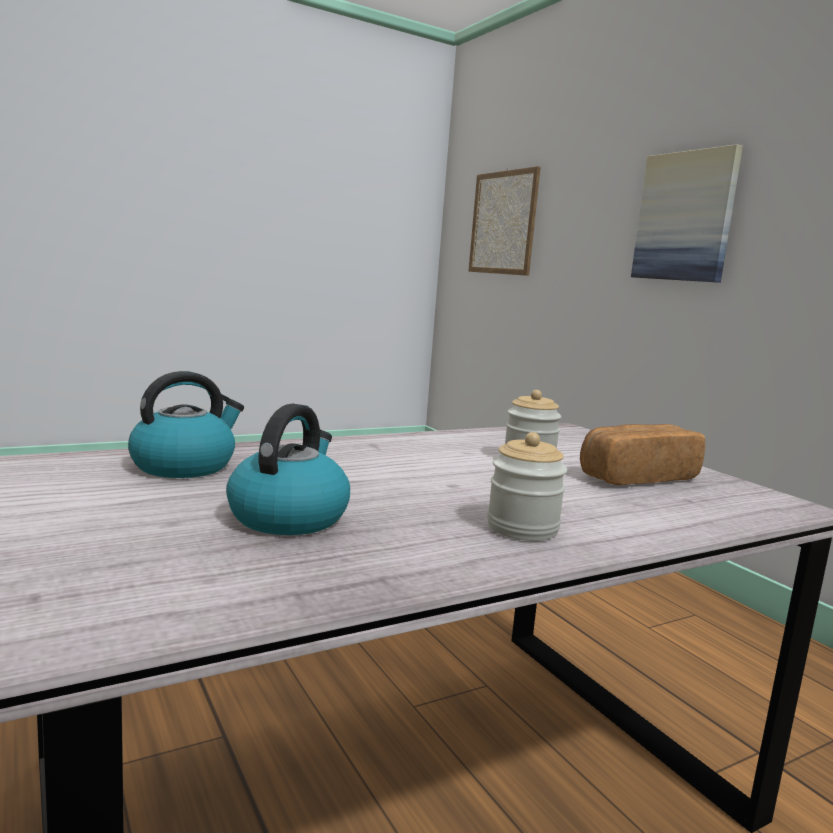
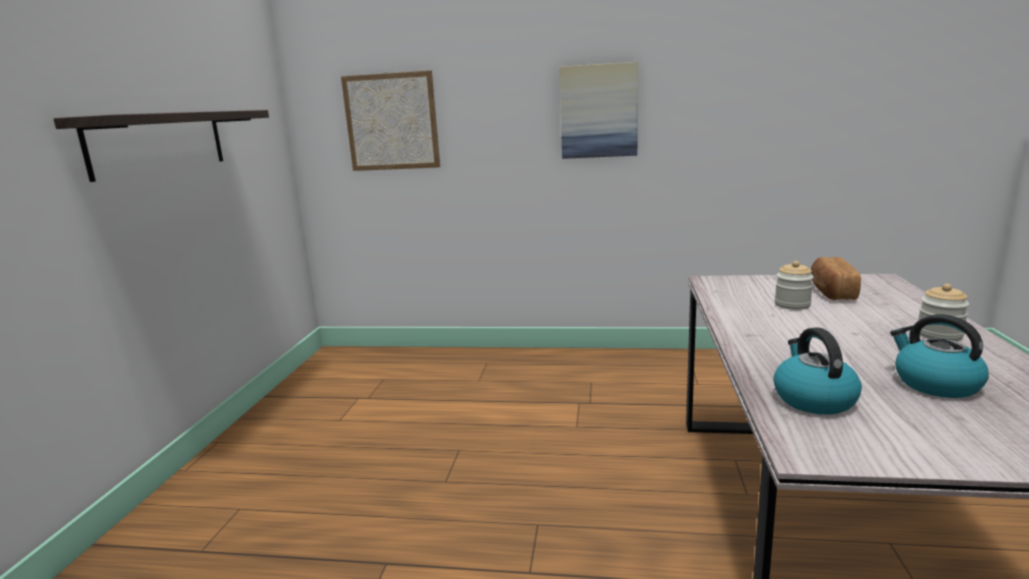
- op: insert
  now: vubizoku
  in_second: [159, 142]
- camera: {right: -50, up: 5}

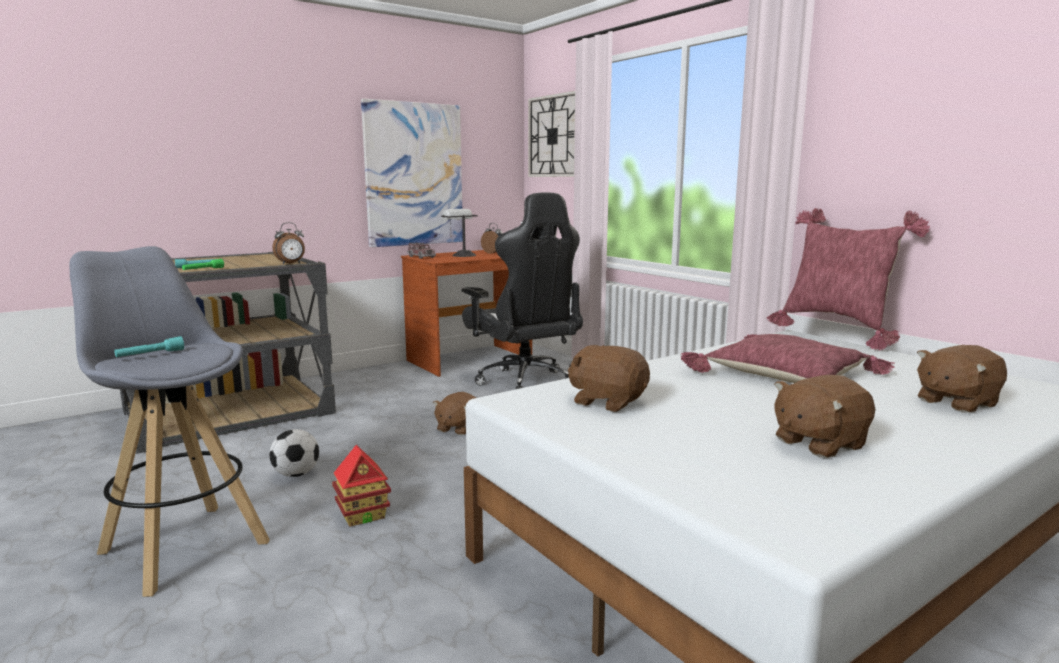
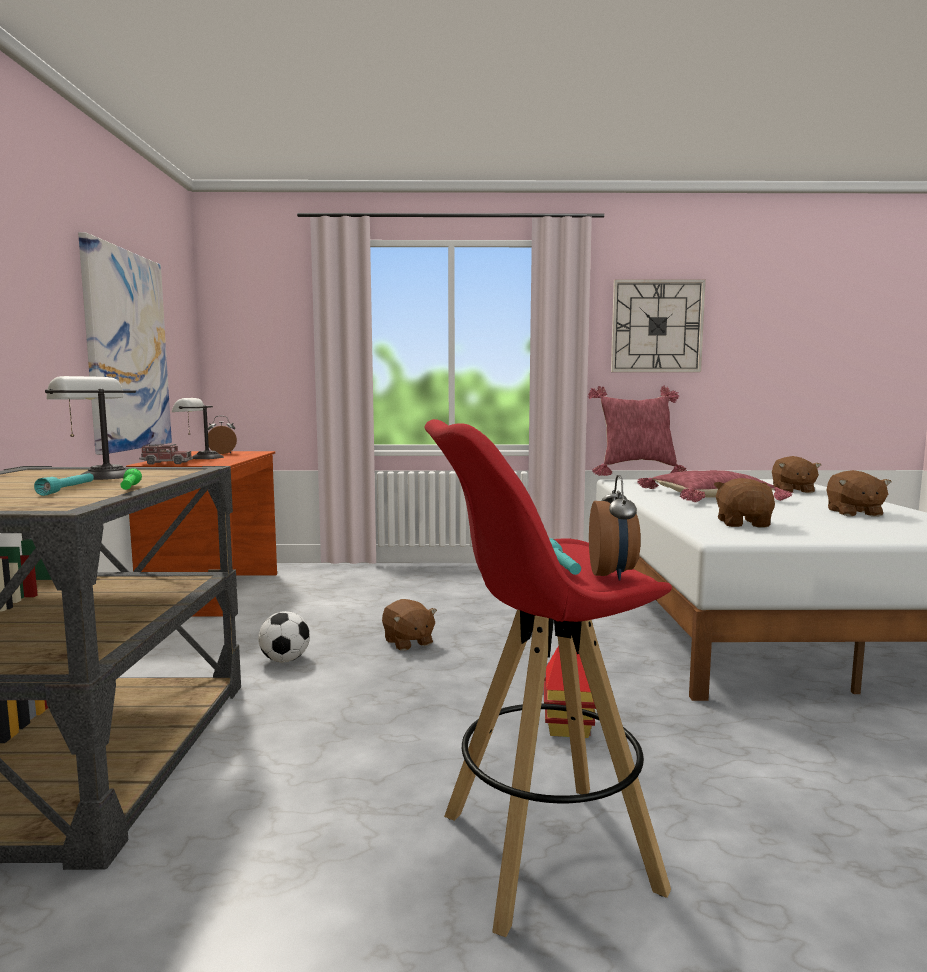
- op: insert
  now: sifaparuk
  in_second: [99, 475]
- op: move
  was: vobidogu
  in_first: [296, 474]
  in_second: [285, 660]
- op: recolor
  was: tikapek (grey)
  now: tikapek (red)
  in_first: [184, 545]
  in_second: [541, 851]
- op: move
  was: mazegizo
  in_first: [291, 263]
  in_second: [613, 575]
- op: move
  was: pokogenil
  in_first: [553, 136]
  in_second: [657, 326]
- op: rotate
  was: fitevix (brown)
  in_first: [607, 401]
  in_second: [743, 524]
  clockwise: 120
- op: delete
  was: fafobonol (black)
  in_first: [521, 380]
- camera: {right: -55, up: -5}

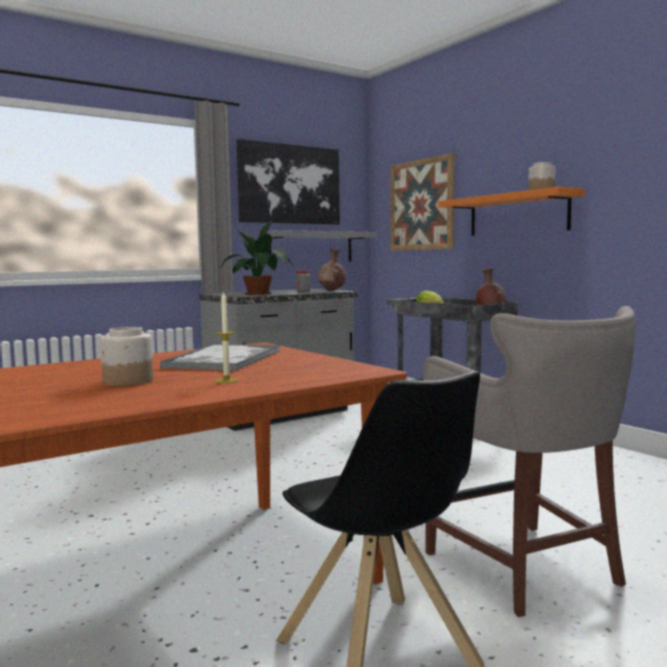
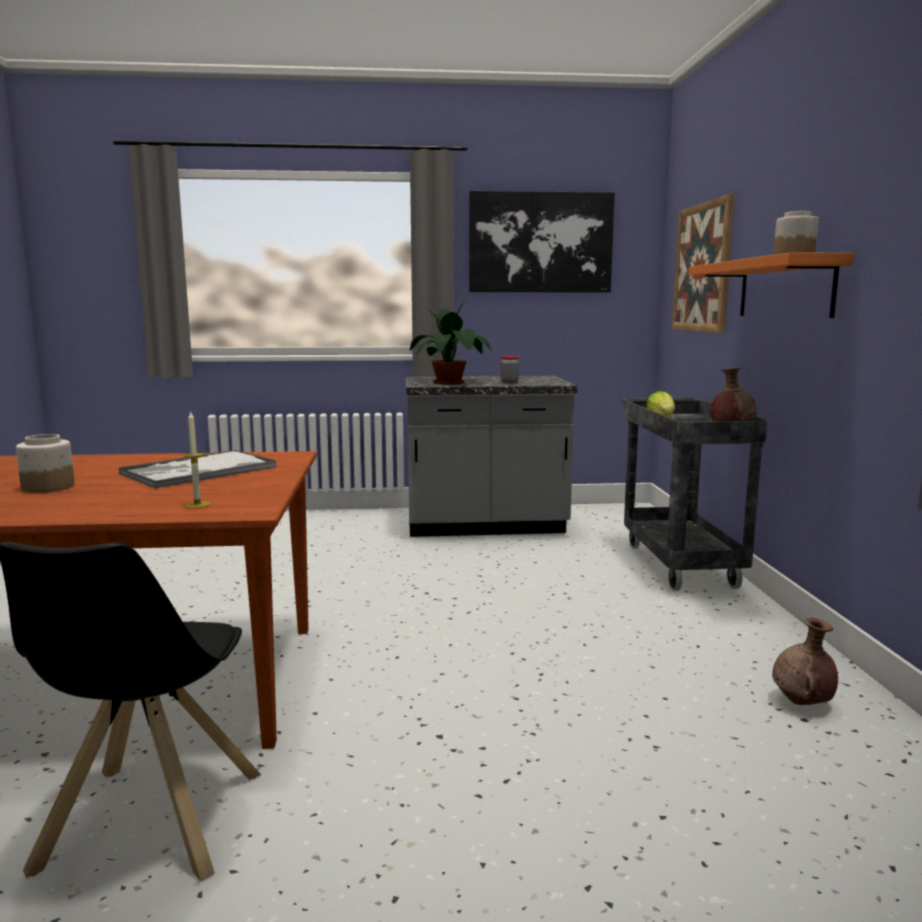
- op: move
  was: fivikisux
  in_first: [226, 380]
  in_second: [197, 504]
- op: move
  was: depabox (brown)
  in_first: [332, 291]
  in_second: [802, 703]
- op: delete
  was: vubizoku (grey)
  in_first: [311, 247]
- op: delete
  was: tikapek (grey)
  in_first: [527, 569]
- camera: {right: 30, up: 5}

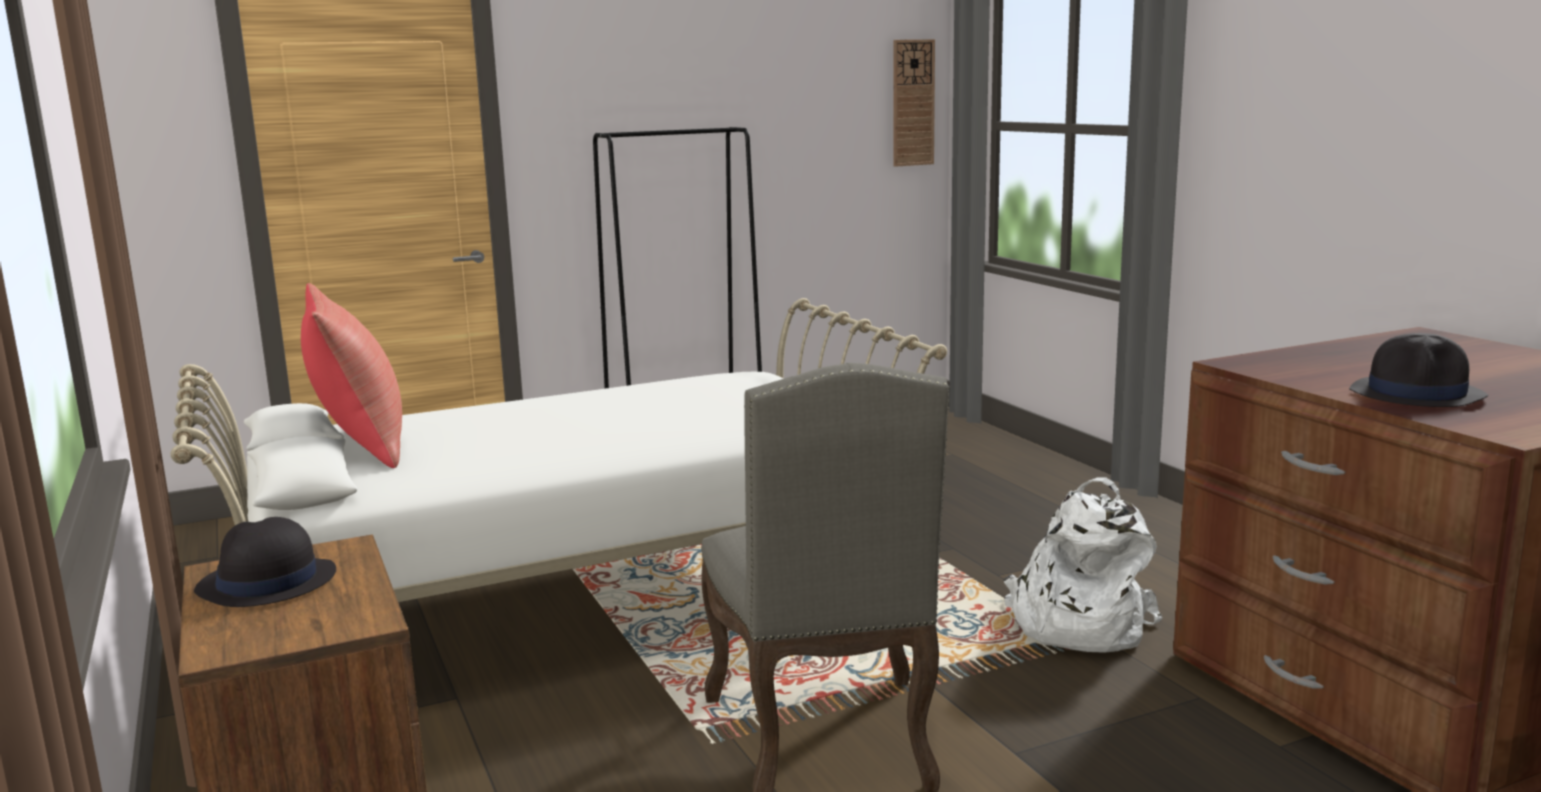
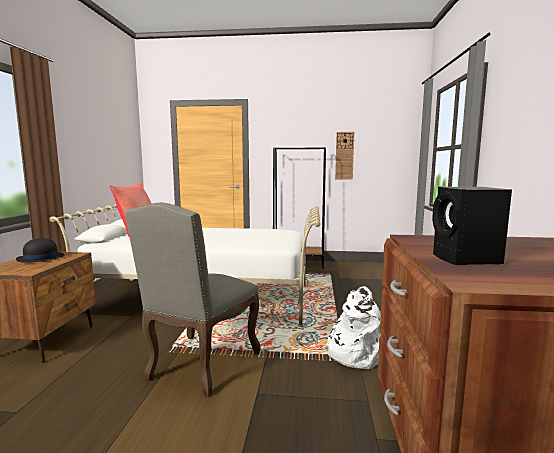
- op: move
  was: pokogenil
  in_first: [913, 103]
  in_second: [344, 155]
- op: replace
  was: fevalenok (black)
  now: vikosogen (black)
  in_first: [1418, 394]
  in_second: [466, 259]
- camera: {right: 30, up: -5}

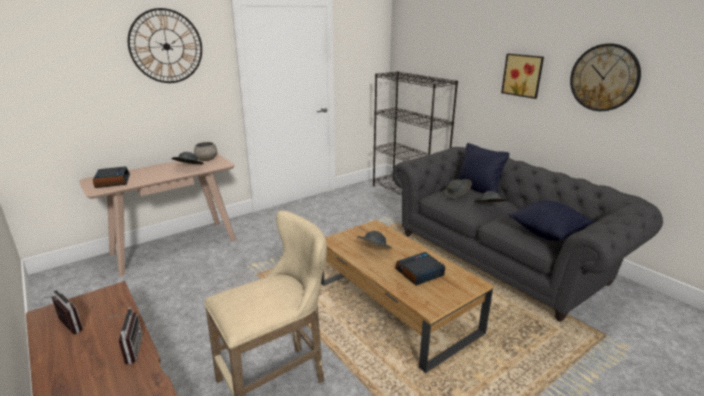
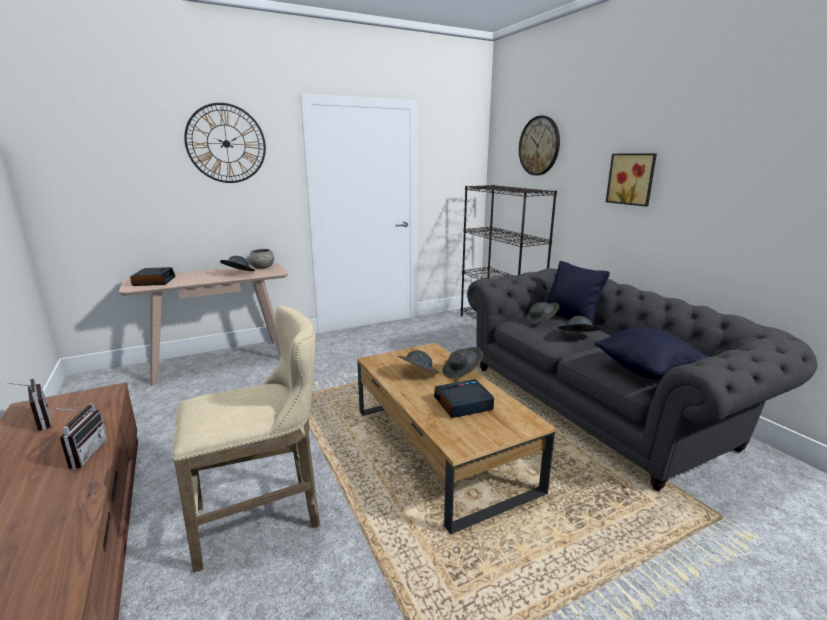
- op: insert
  now: fevalenok (grey)
  in_second: [462, 372]
- op: move
  was: pokogenil
  in_first: [604, 78]
  in_second: [539, 146]
- camera: {right: 10, up: -5}

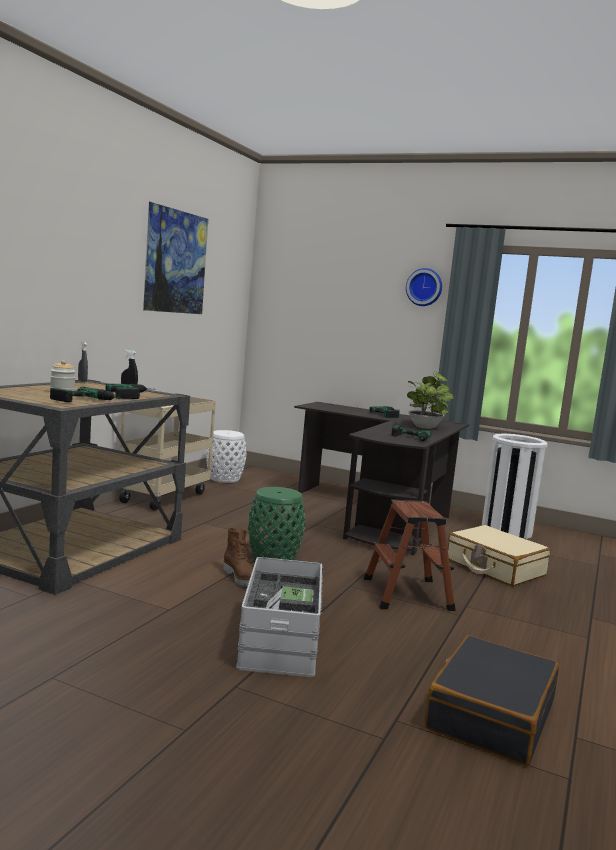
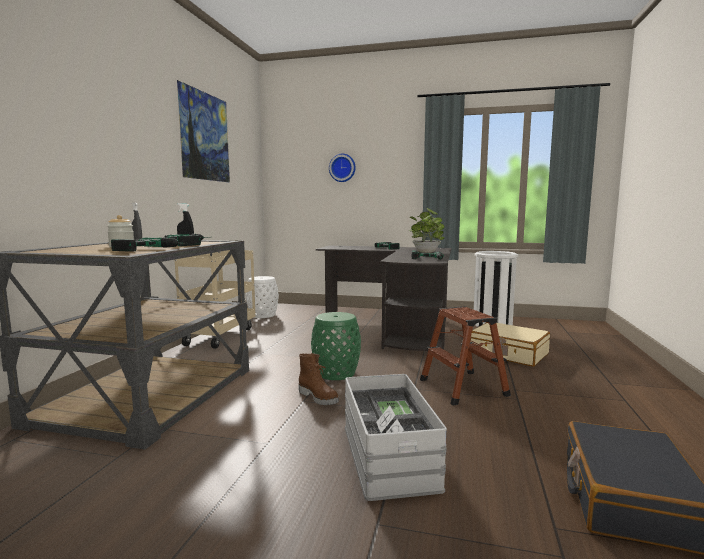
- op: move
  was: pokogenil
  in_first: [424, 287]
  in_second: [342, 168]
- camera: {right: -10, up: 0}

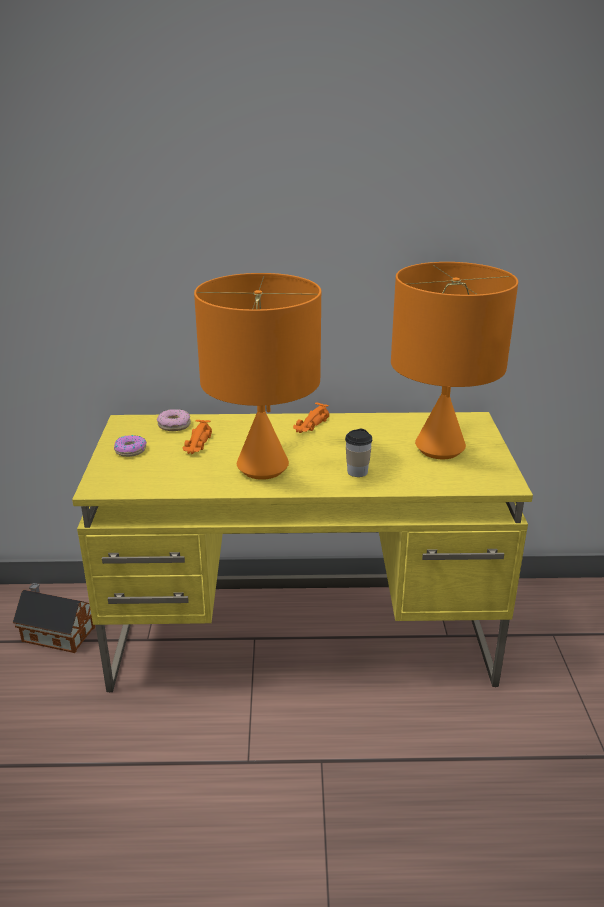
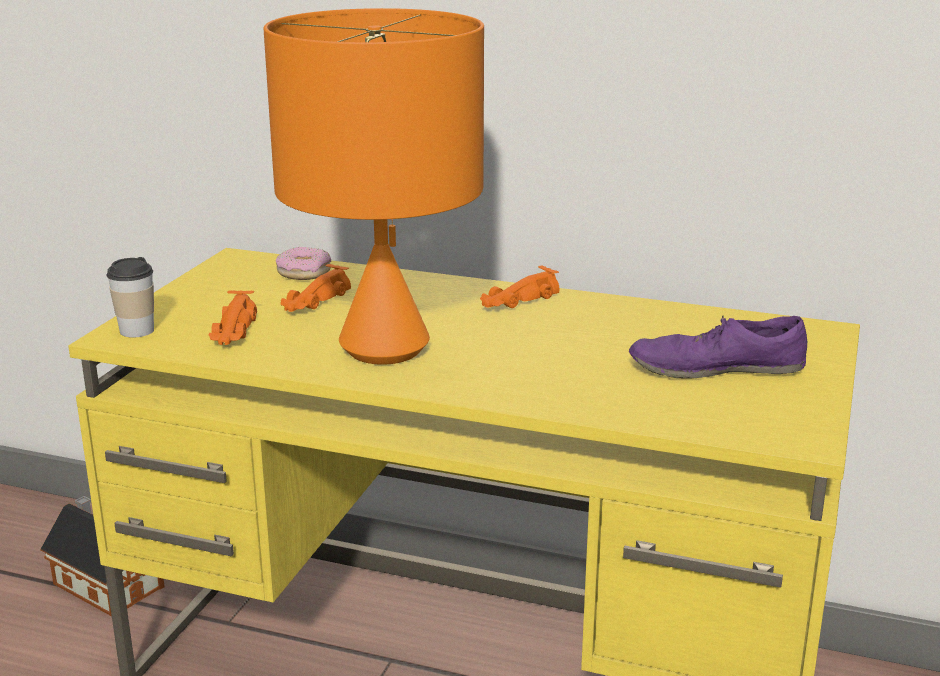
- op: move
  was: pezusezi
  in_first: [357, 472]
  in_second: [137, 330]
- op: insert
  now: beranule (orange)
  in_second: [234, 331]
- op: replace
  was: sifaparuk (orange)
  now: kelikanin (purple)
  in_first: [439, 450]
  in_second: [715, 368]
- op: delete
  was: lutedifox
  in_first: [130, 450]
- camera: {right: 20, up: -5}

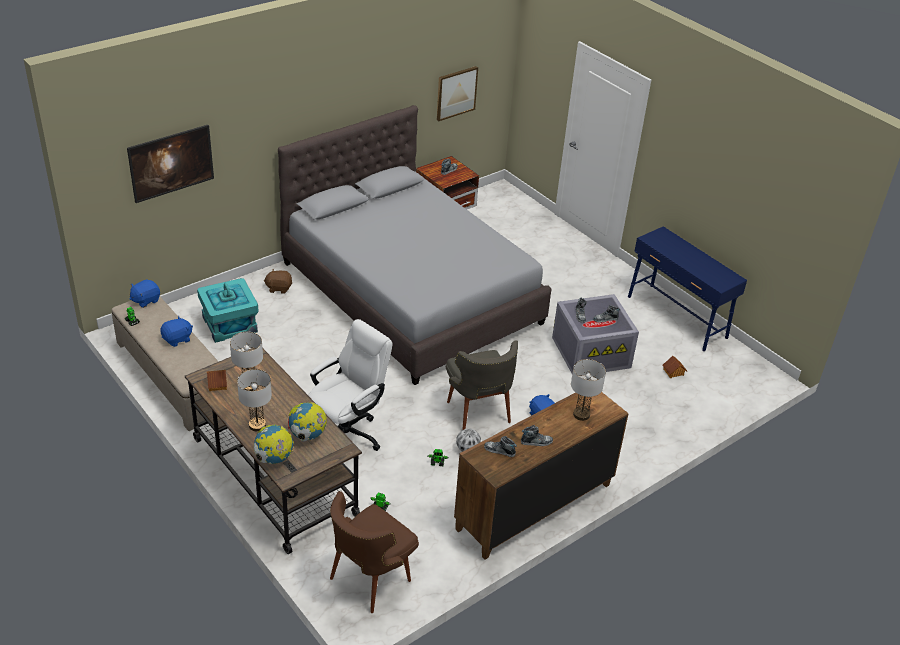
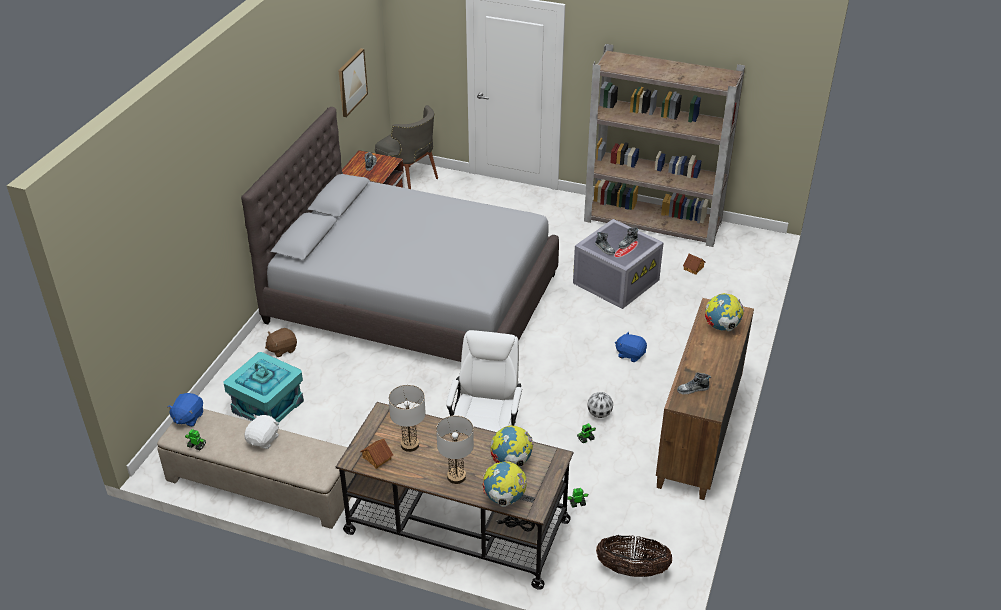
- op: recolor
  was: fitevix (blue)
  now: fitevix (white)
  in_first: [177, 339]
  in_second: [264, 440]
- op: move
  was: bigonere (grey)
  in_first: [478, 412]
  in_second: [409, 181]
- op: replace
  was: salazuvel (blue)
  now: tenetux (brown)
  in_first: [676, 317]
  in_second: [652, 222]
- op: replace
  was: bigonere (brown)
  now: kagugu
  in_first: [371, 579]
  in_second: [632, 570]
- op: replace
  was: sifaparuk
  now: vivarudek
  in_first: [581, 414]
  in_second: [721, 327]
- op: delete
  was: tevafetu
  in_first: [173, 176]
- op: delete
  was: kelikanin
  in_first: [536, 442]
- camera: {right: -30, up: 0}

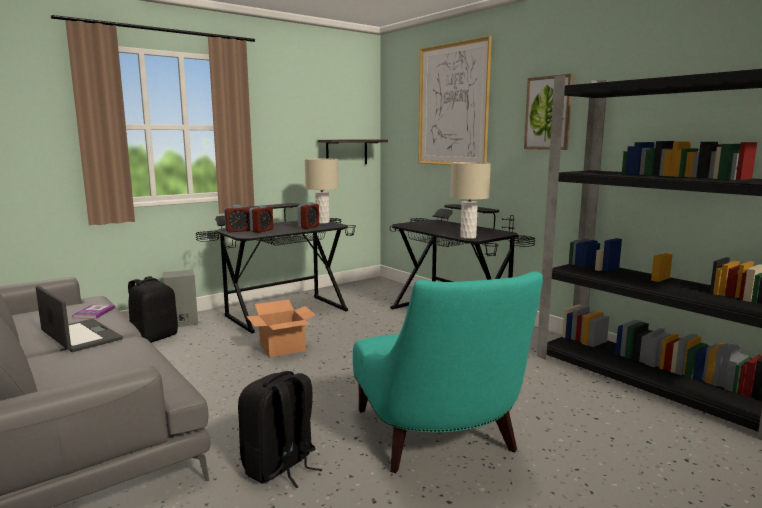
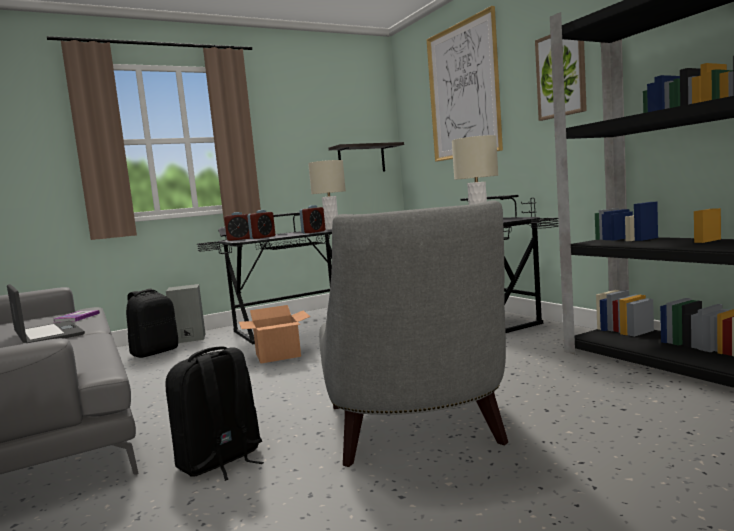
- op: recolor
  was: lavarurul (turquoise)
  now: lavarurul (grey)
  in_first: [439, 438]
  in_second: [415, 432]
- camera: {right: 10, up: -5}

